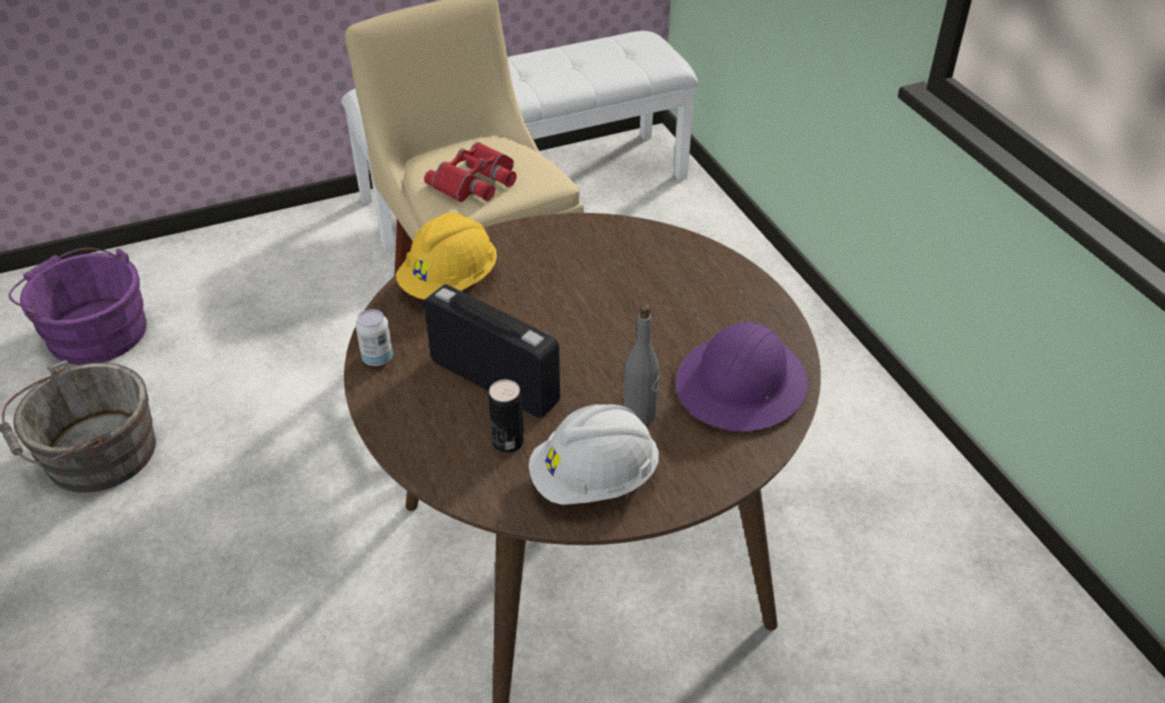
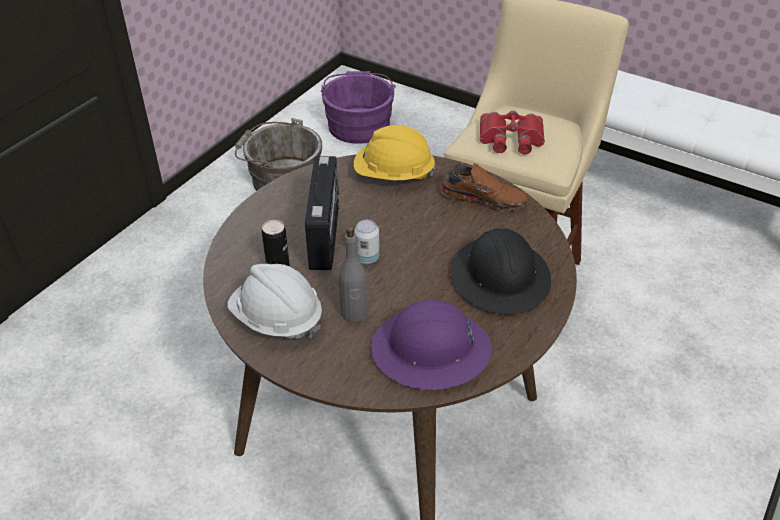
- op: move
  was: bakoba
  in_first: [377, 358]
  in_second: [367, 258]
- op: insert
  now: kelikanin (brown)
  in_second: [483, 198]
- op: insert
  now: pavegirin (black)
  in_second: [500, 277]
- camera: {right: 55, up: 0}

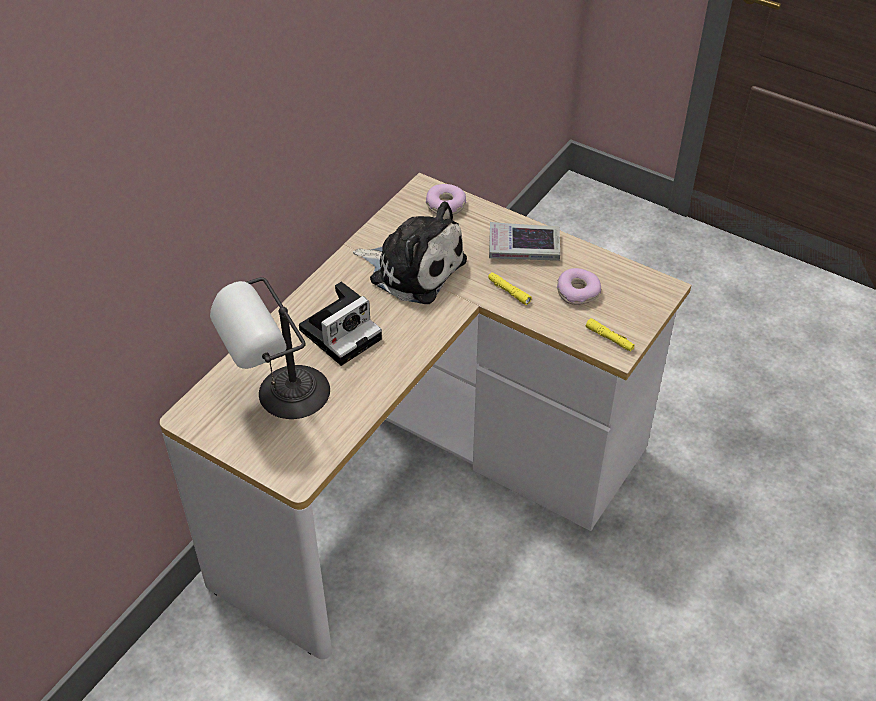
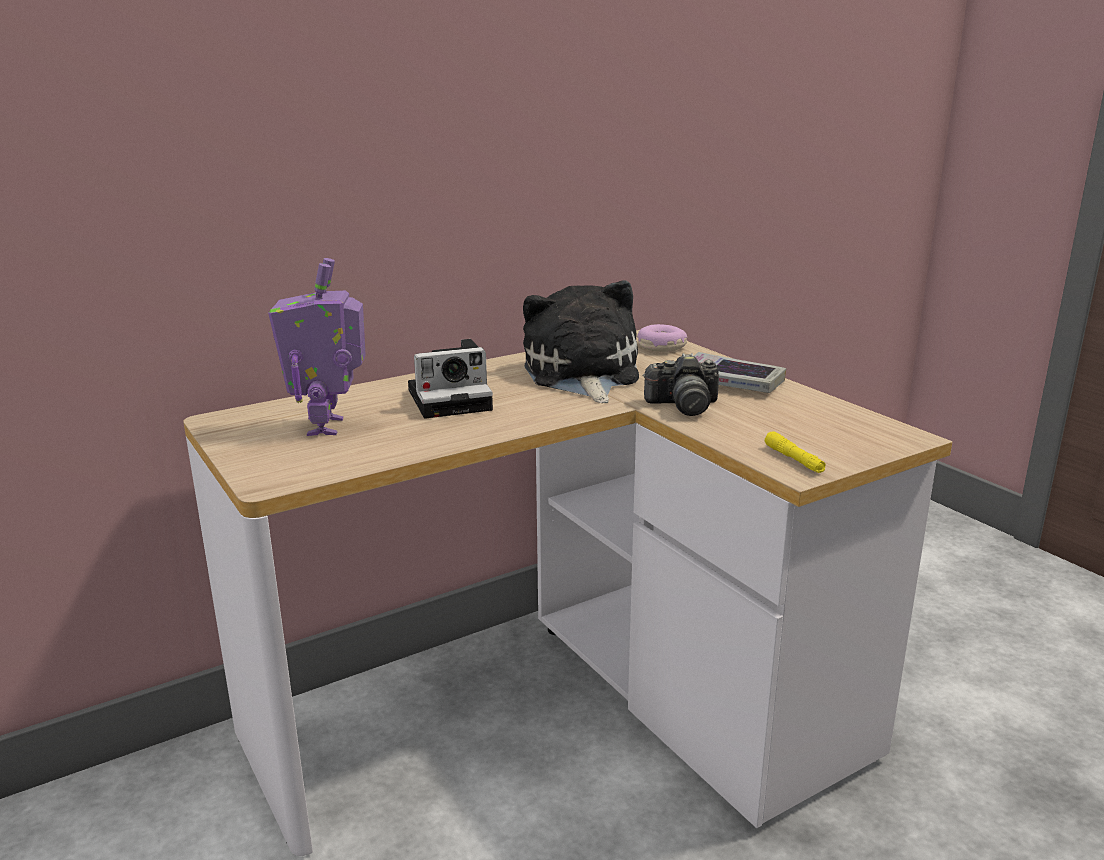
- op: replace
  was: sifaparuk
  now: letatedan
  in_first: [280, 398]
  in_second: [329, 426]
- op: rotate
  was: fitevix
  in_first: [413, 268]
  in_second: [582, 375]
  clockwise: -150
- op: replace
  was: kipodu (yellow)
  now: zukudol
  in_first: [508, 292]
  in_second: [683, 406]
- op: delete
  was: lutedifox
  in_first: [578, 292]
- camera: {right: 25, up: -25}

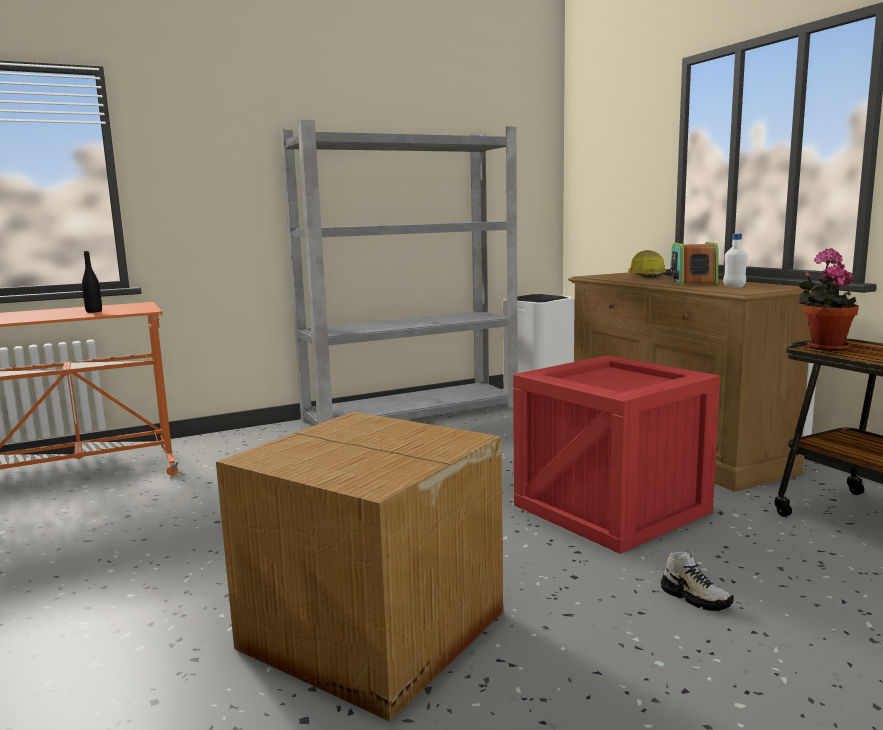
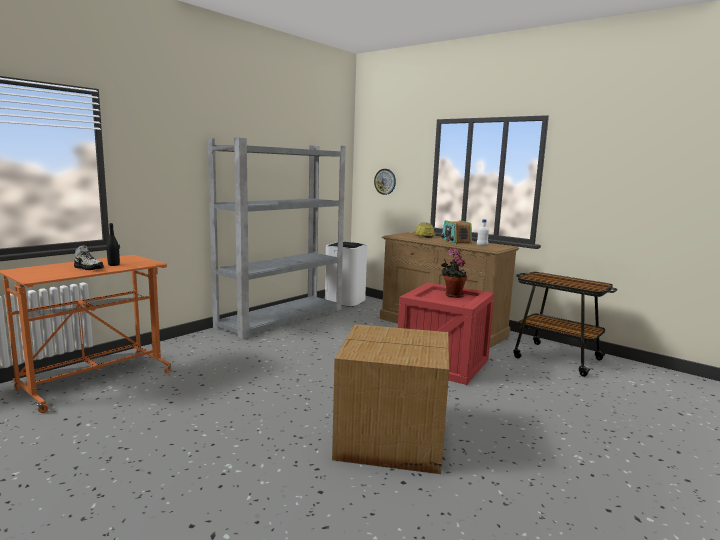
- op: move
  was: kelikanin
  in_first: [695, 598]
  in_second: [88, 268]
- op: insert
  now: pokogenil
  in_second: [385, 181]
- op: move
  was: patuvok
  in_first: [824, 347]
  in_second: [452, 295]
- camera: {right: -25, up: 0}

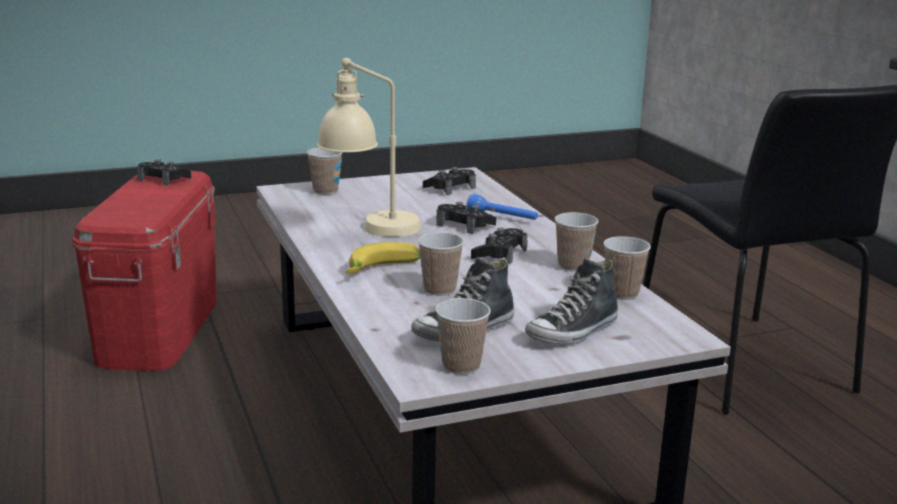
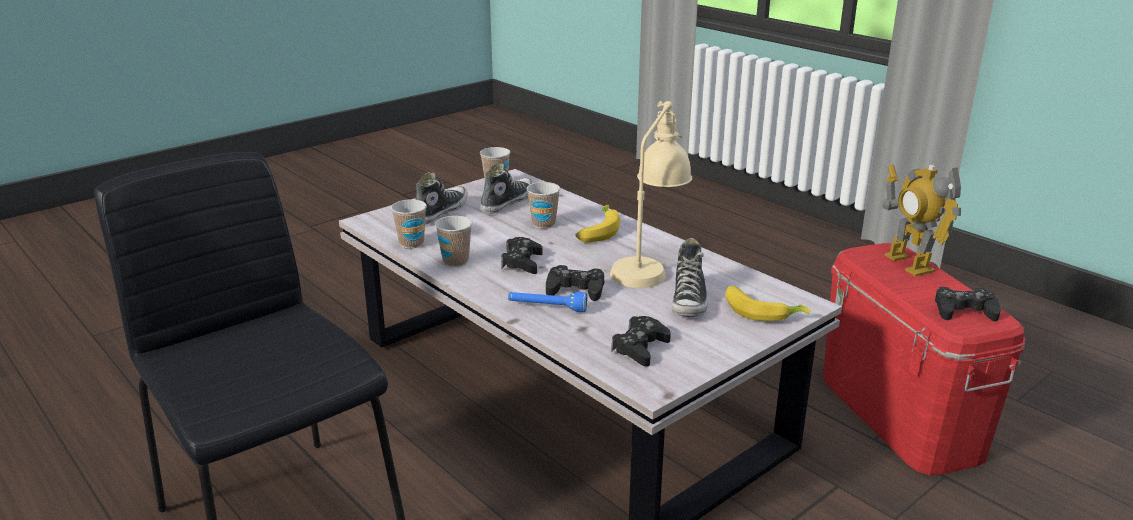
- op: insert
  now: kelikanin
  in_second: [689, 301]
- op: replace
  was: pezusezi
  now: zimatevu
  in_first: [325, 191]
  in_second: [761, 311]
- op: insert
  now: letatedan
  in_second: [908, 263]
- camera: {right: 160, up: 5}

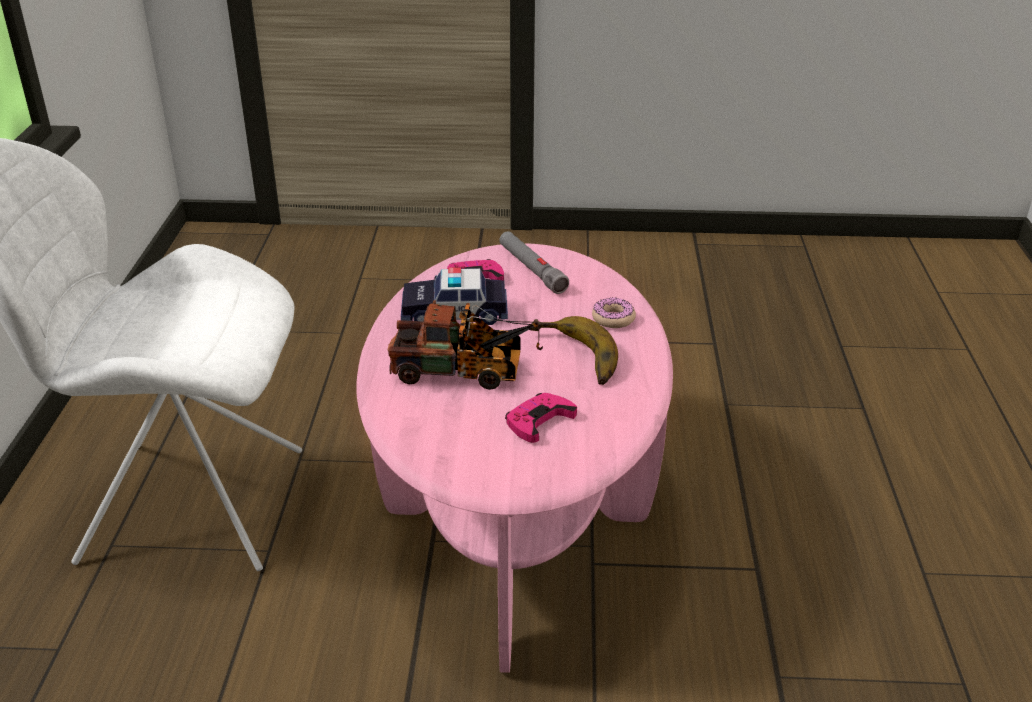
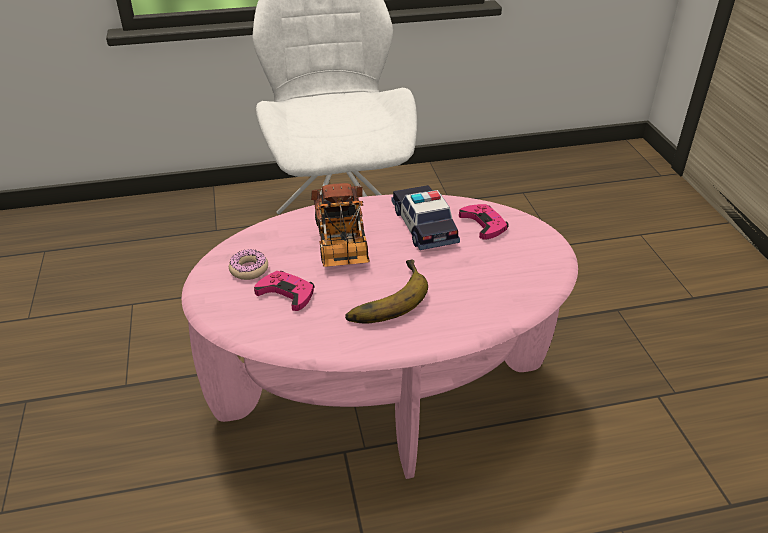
- op: move
  was: lutedifox
  in_first: [613, 319]
  in_second: [249, 269]
- op: delete
  was: kipodu (grey)
  in_first: [531, 269]
- camera: {right: 75, up: 5}

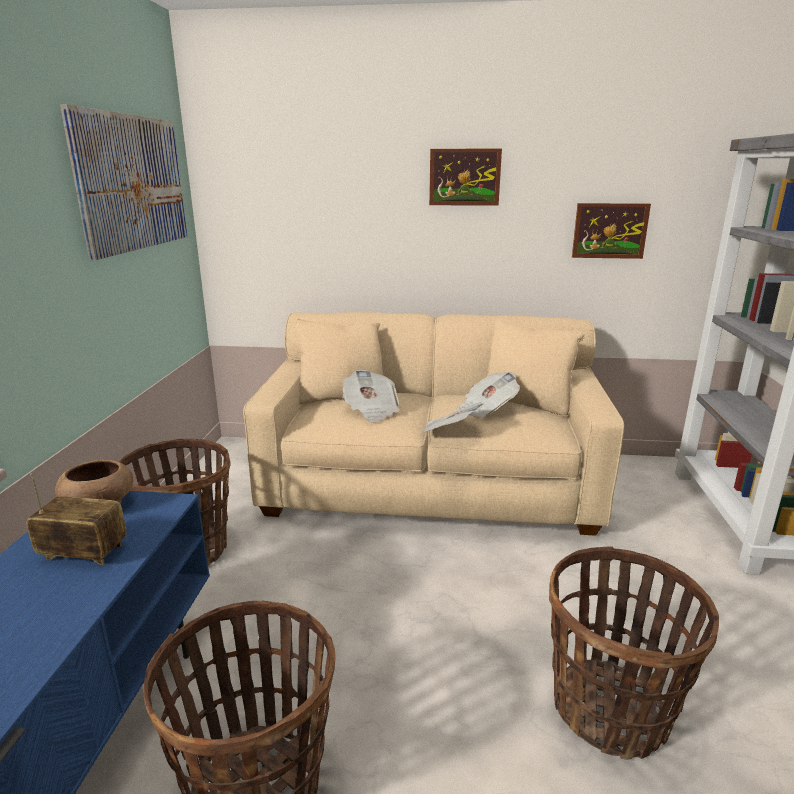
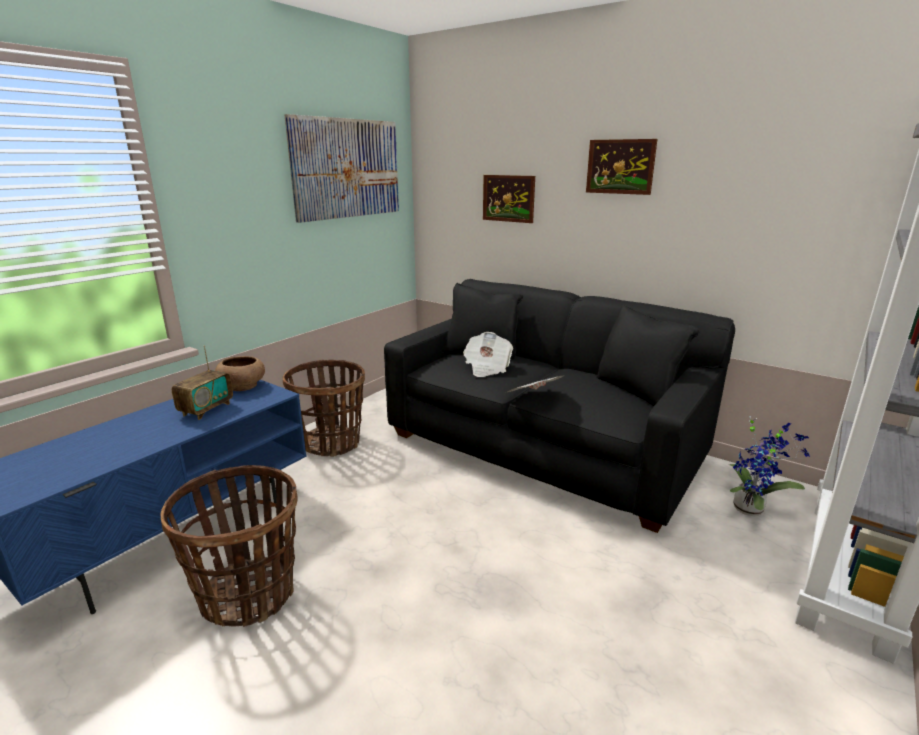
- op: rotate
  was: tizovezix
  in_first: [84, 553]
  in_second: [206, 409]
  clockwise: 75
- op: recolor
  was: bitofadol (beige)
  now: bitofadol (black)
  in_first: [430, 485]
  in_second: [541, 448]
- op: move
  was: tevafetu
  in_first: [610, 231]
  in_second: [508, 198]
- op: insert
  now: patuvok
  in_second: [751, 509]
- op: delete
  was: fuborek
  in_first: [486, 410]
- op: delete
  was: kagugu
  in_first: [610, 710]
- camera: {right: 30, up: 0}

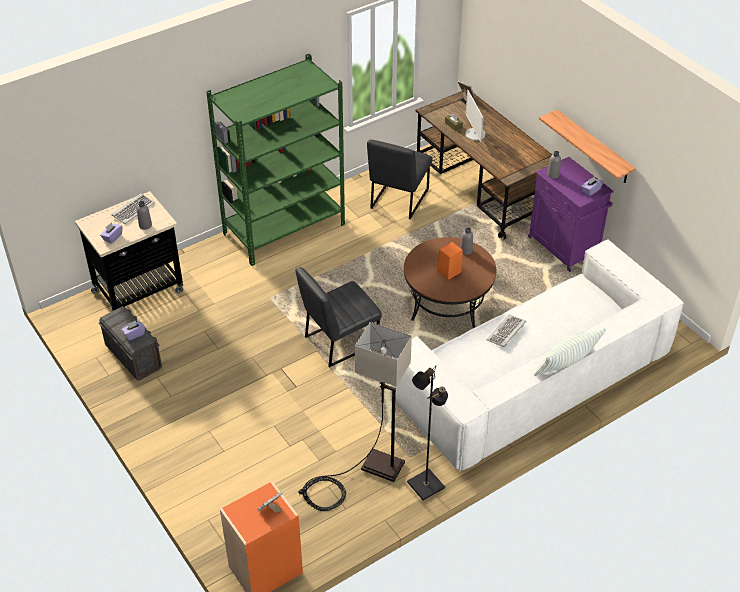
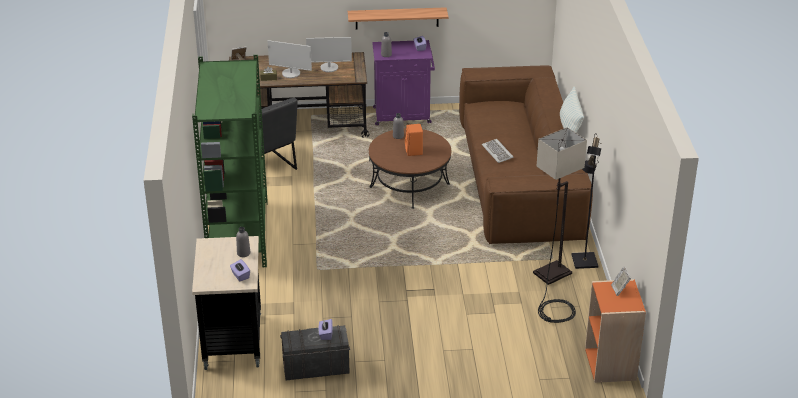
- op: insert
  now: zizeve
  in_second: [329, 67]
- op: recolor
  was: bitofadol (white)
  now: bitofadol (brown)
  in_first: [532, 376]
  in_second: [519, 177]
- op: delete
  was: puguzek
  in_first: [133, 210]
- op: delete
  was: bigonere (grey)
  in_first: [339, 341]
- camera: {right: -60, up: -10}

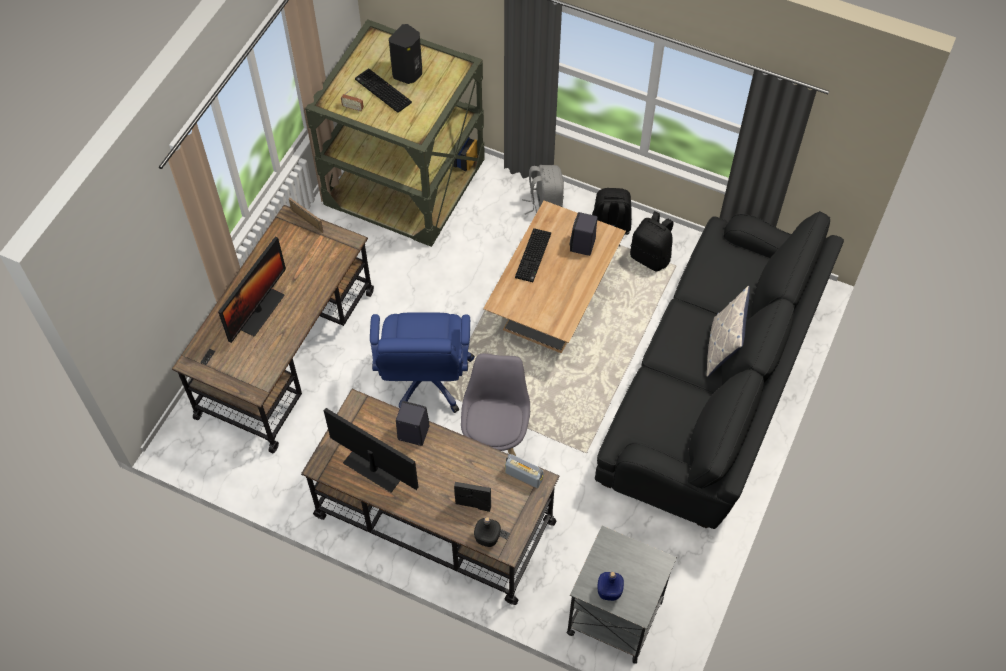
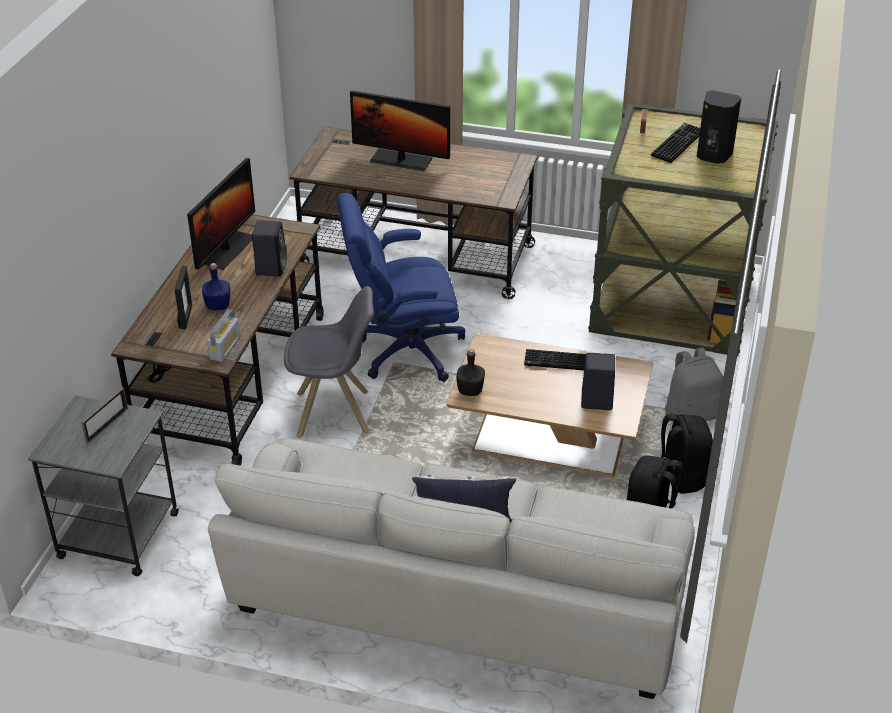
- op: move
  was: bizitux
  in_first: [307, 221]
  in_second: [107, 425]
- op: move
  was: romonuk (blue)
  in_first: [609, 591]
  in_second: [218, 306]
- op: recolor
  was: bitofadol (black)
  now: bitofadol (white)
  in_first: [712, 386]
  in_second: [458, 601]
- op: move
  was: romonuk (black)
  in_first: [488, 538]
  in_second: [470, 391]
- camera: {right: 80, up: -20}

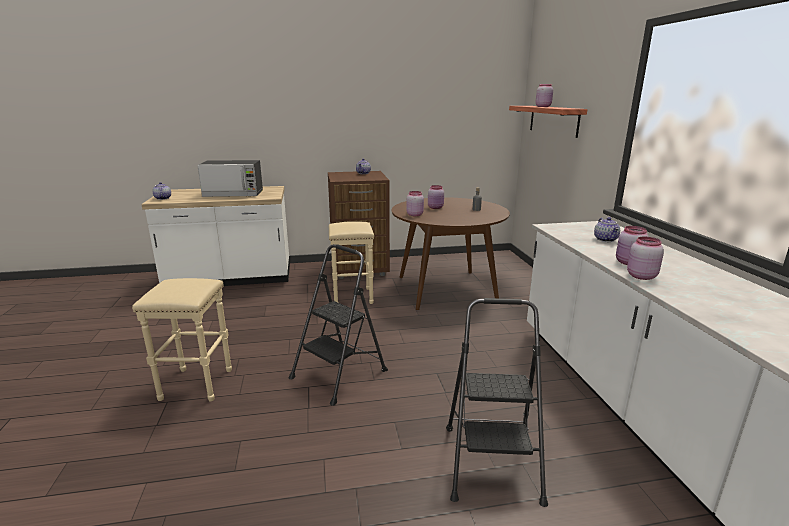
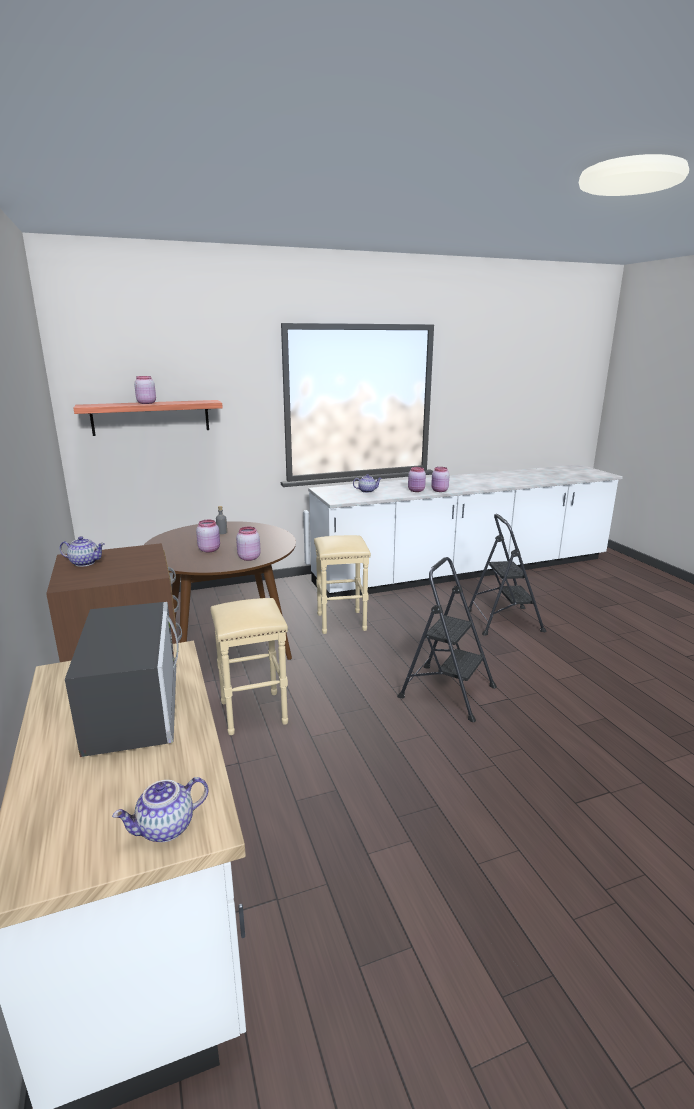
- op: move
  was: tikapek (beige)
  in_first: [194, 385]
  in_second: [342, 622]
- camera: {right: -100, up: 0}

